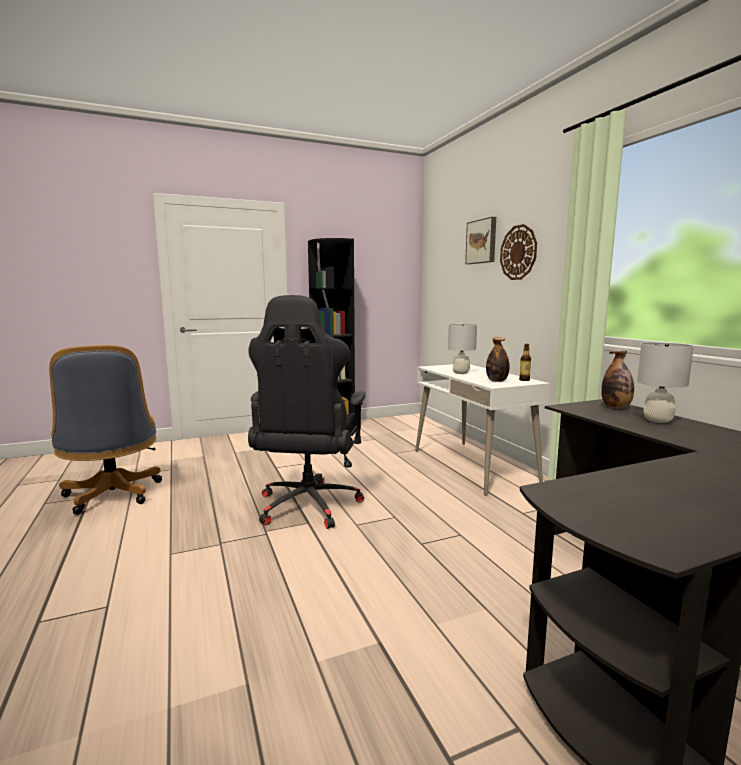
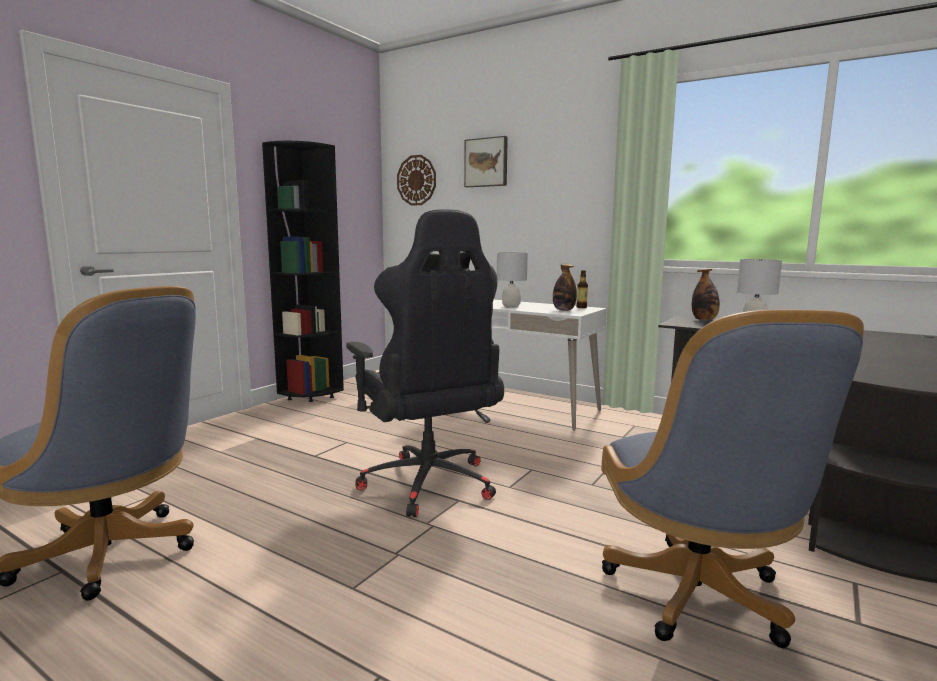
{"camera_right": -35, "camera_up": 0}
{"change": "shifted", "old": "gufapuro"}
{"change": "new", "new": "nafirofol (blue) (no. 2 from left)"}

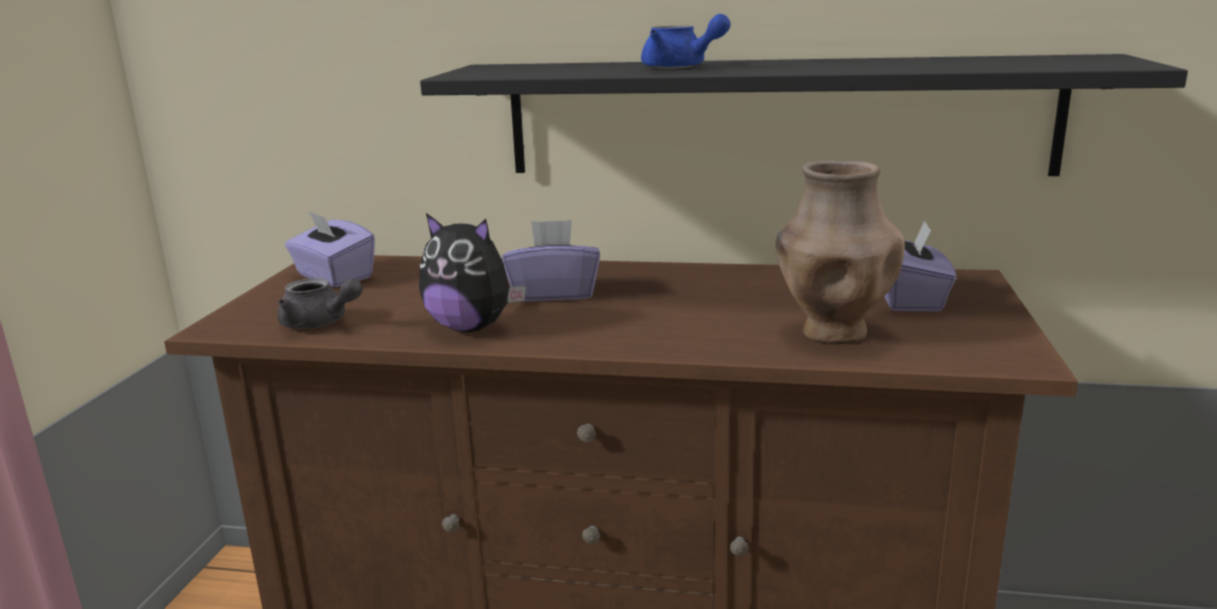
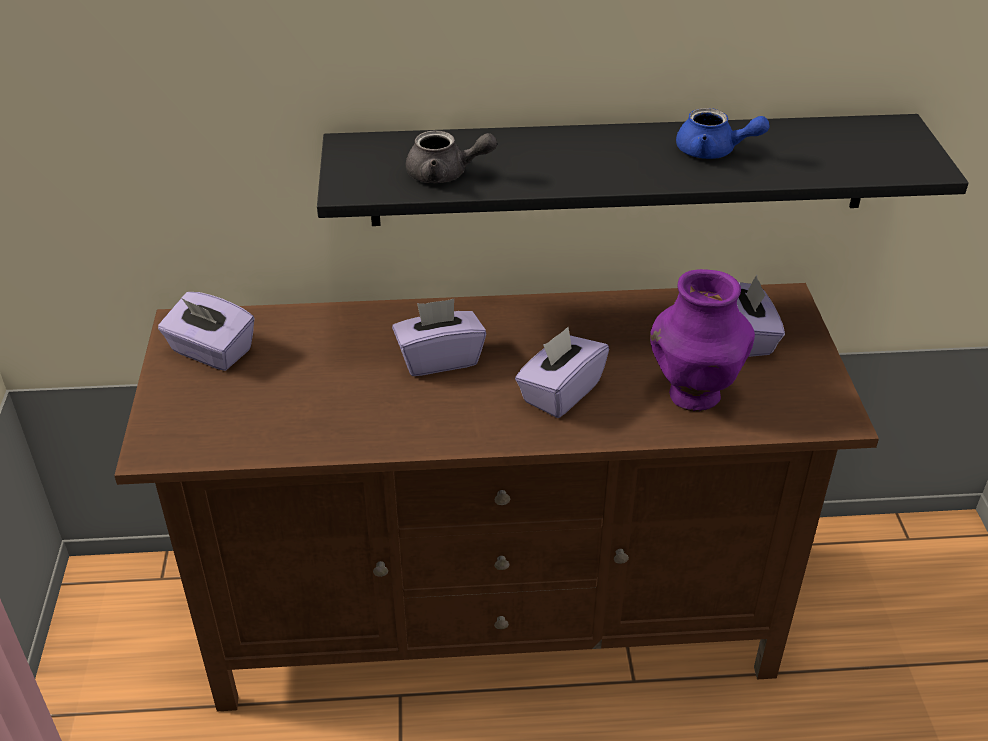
{"camera_right": -15, "camera_up": 20}
{"change": "shifted", "old": "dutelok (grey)"}
{"change": "new", "new": "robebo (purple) (no. 3 from left)"}
{"change": "repainted", "old": "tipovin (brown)", "new": "tipovin (purple)"}
{"change": "shifted", "old": "dutelok (blue)"}
{"change": "gone", "old": "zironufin"}

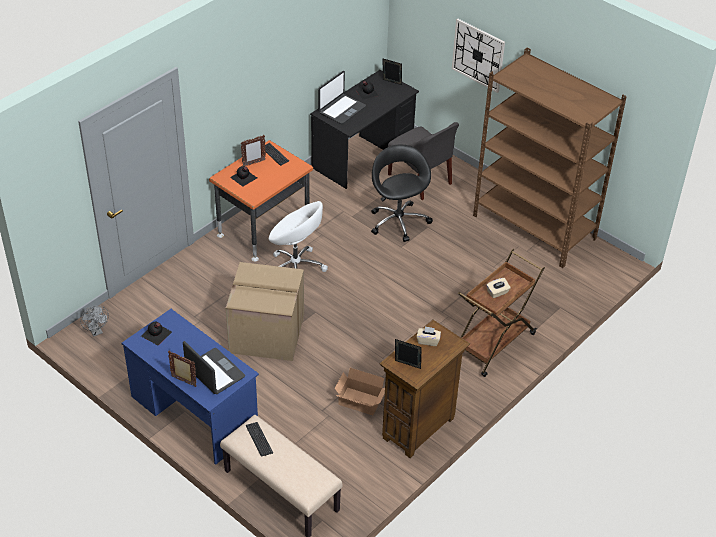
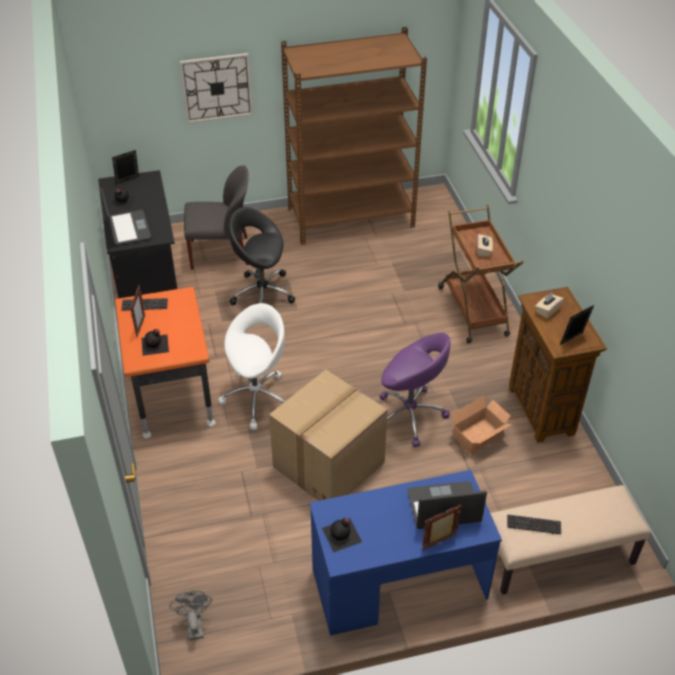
{"camera_right": -55, "camera_up": 0}
{"change": "rotated", "old": "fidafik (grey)", "degrees": -105}
{"change": "new", "new": "nafirofol (purple)"}

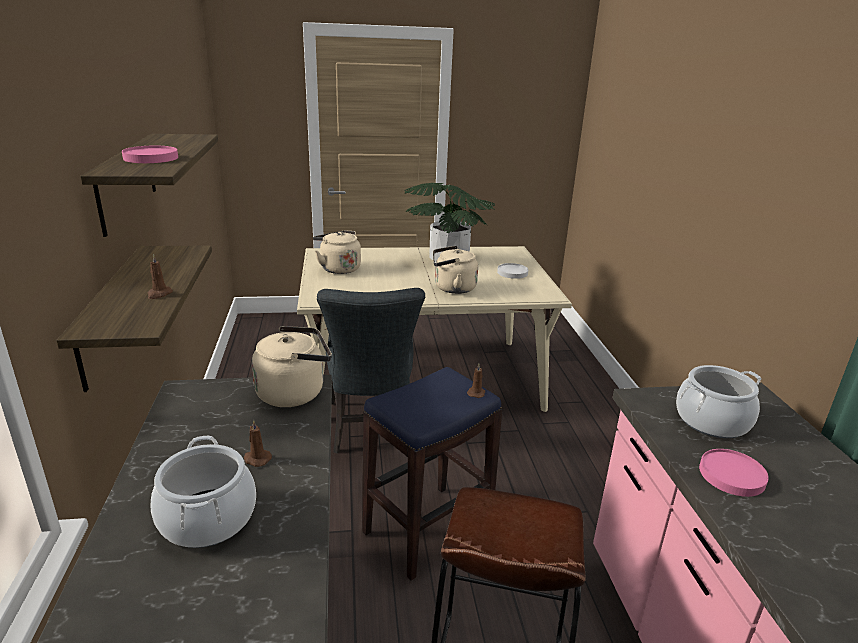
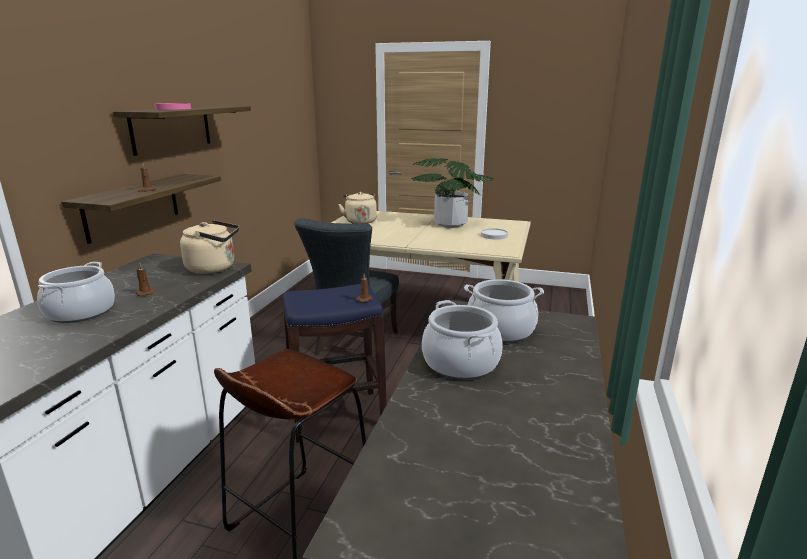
{"camera_right": 25, "camera_up": -5}
{"change": "swapped", "old": "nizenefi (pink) (no. 2 from left)", "new": "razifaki (no. 2 from left)"}
{"change": "gone", "old": "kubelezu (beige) (no. 3 from left)"}

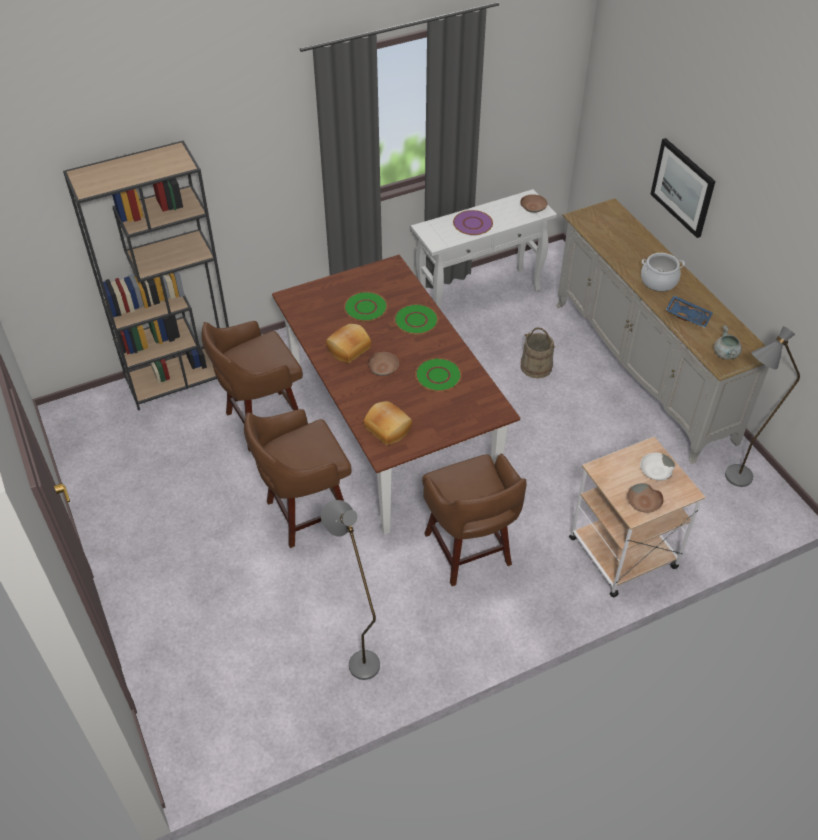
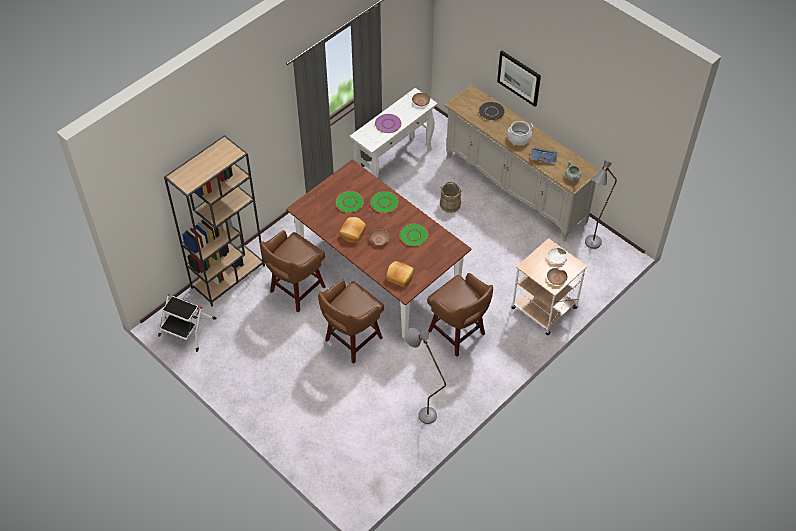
{"camera_right": -20, "camera_up": 5}
{"change": "new", "new": "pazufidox"}
{"change": "new", "new": "nizenefi (black)"}

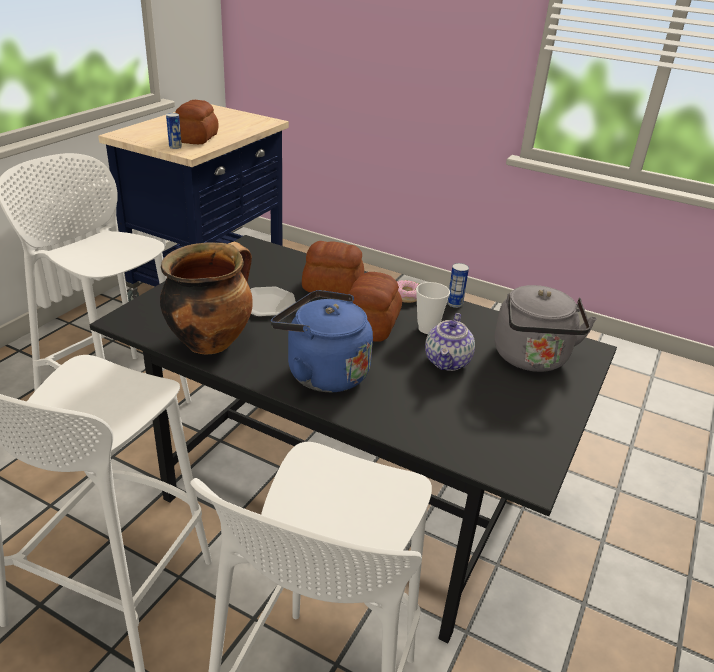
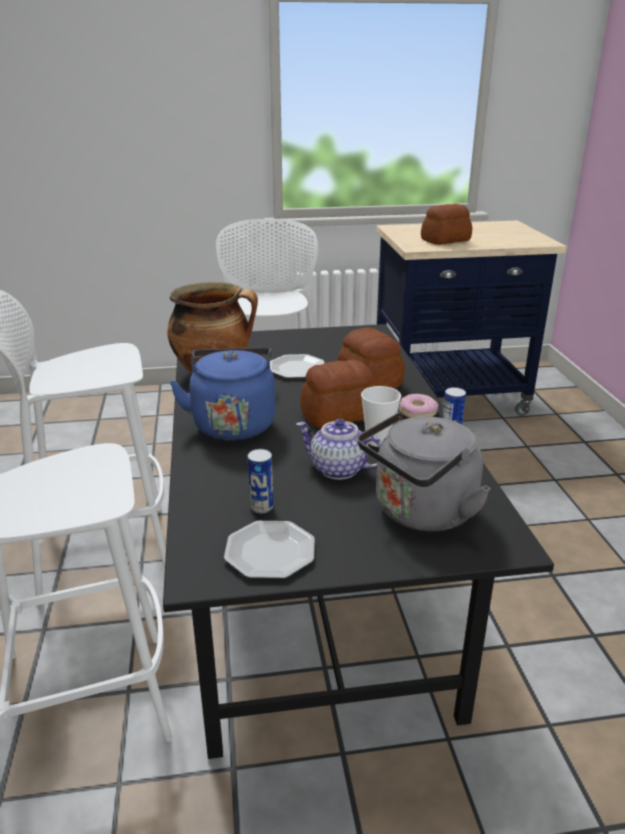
{"camera_right": 55, "camera_up": -5}
{"change": "new", "new": "nizenefi (no. 1 from left)"}
{"change": "shifted", "old": "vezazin (no. 1 from left)"}
{"change": "rotated", "old": "dutelok", "degrees": 45}

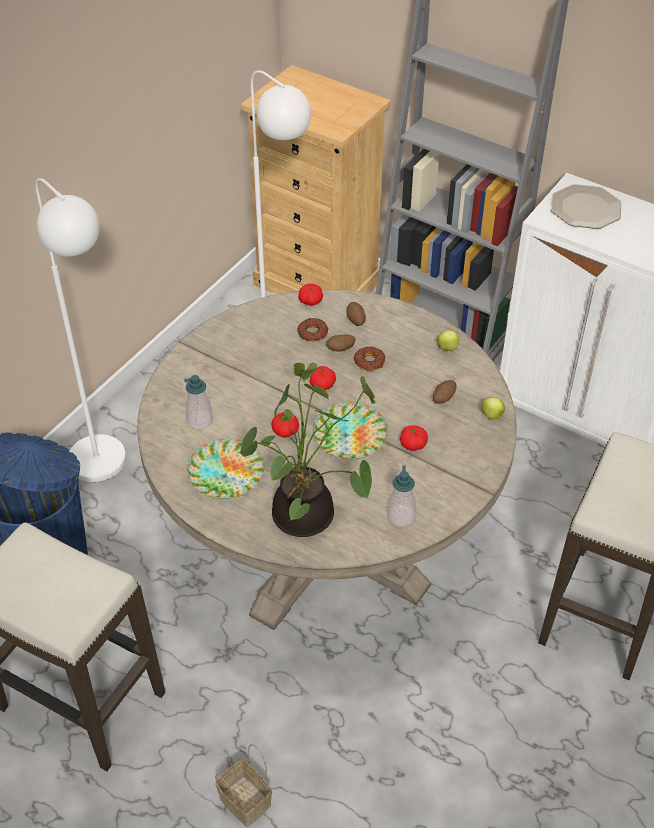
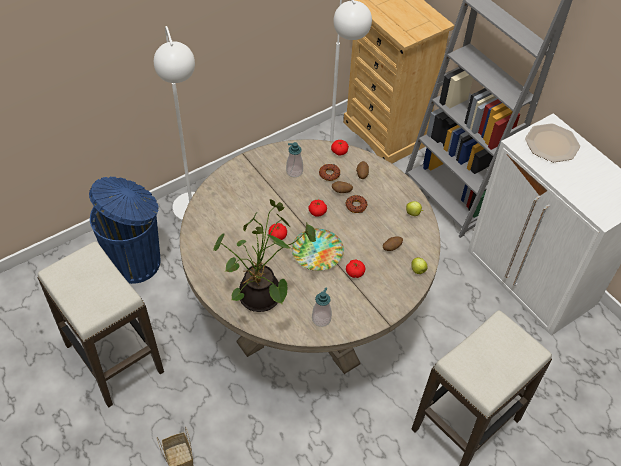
{"camera_right": 20, "camera_up": 5}
{"change": "shifted", "old": "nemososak (no. 1 from left)"}
{"change": "gone", "old": "nizenefi (no. 1 from left)"}

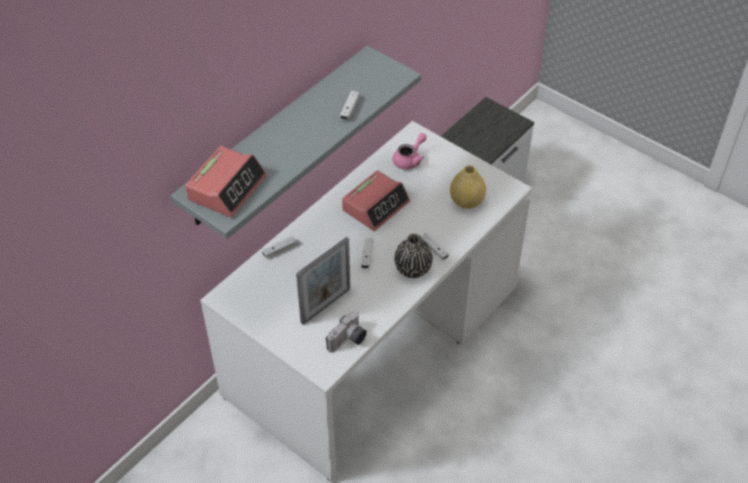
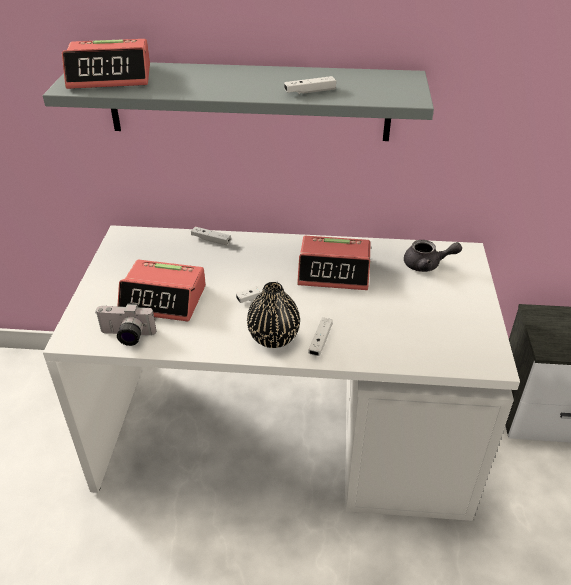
{"camera_right": 55, "camera_up": -10}
{"change": "swapped", "old": "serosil", "new": "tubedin (no. 2 from left)"}
{"change": "repainted", "old": "dutelok (pink)", "new": "dutelok (grey)"}
{"change": "gone", "old": "tipovin (yellow)"}

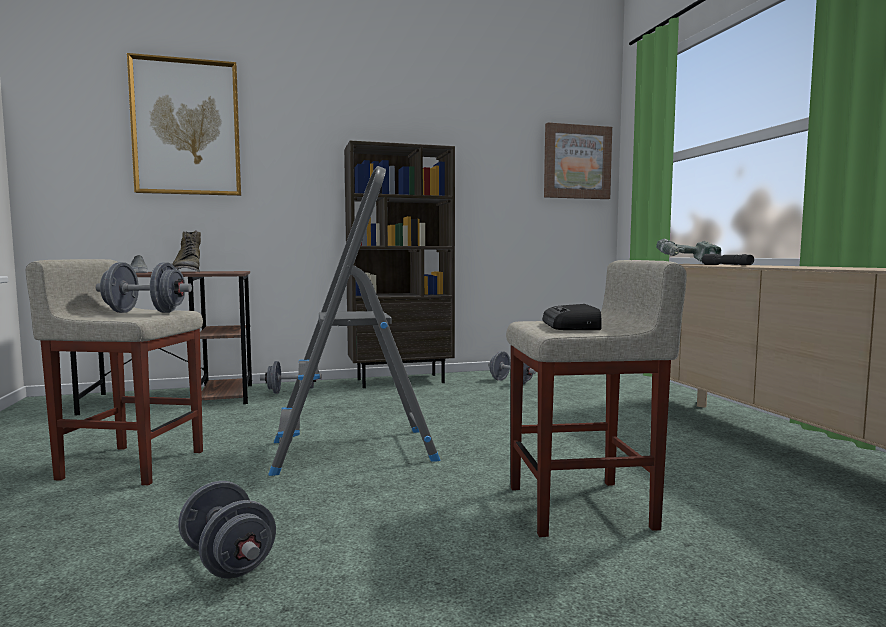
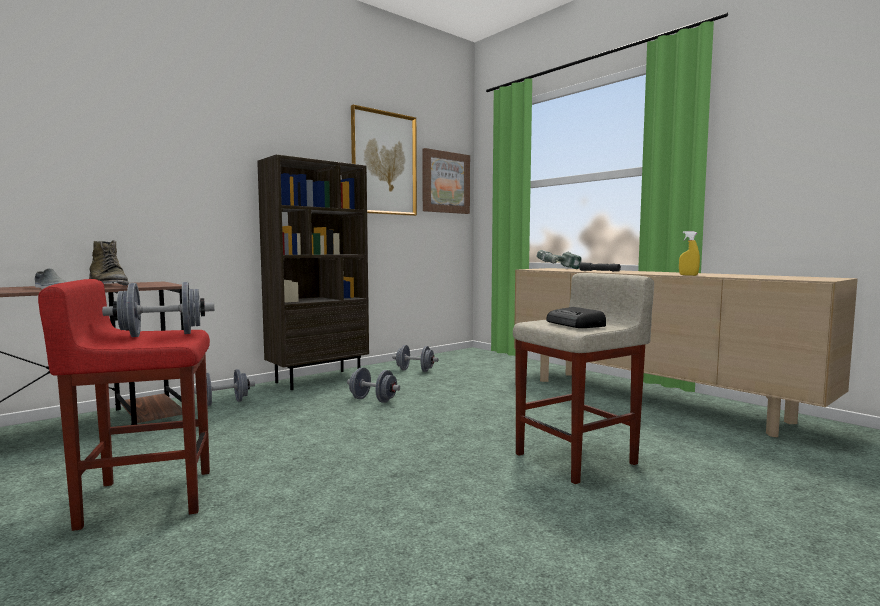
{"camera_right": -25, "camera_up": 0}
{"change": "repainted", "old": "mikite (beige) (no. 1 from left)", "new": "mikite (red)"}
{"change": "shifted", "old": "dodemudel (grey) (no. 2 from left in the first image)", "new": "dodemudel (grey) (no. 3 from left)"}
{"change": "shifted", "old": "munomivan (no. 1 from left)"}
{"change": "new", "new": "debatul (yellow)"}
{"change": "gone", "old": "pazufidox (grey)"}

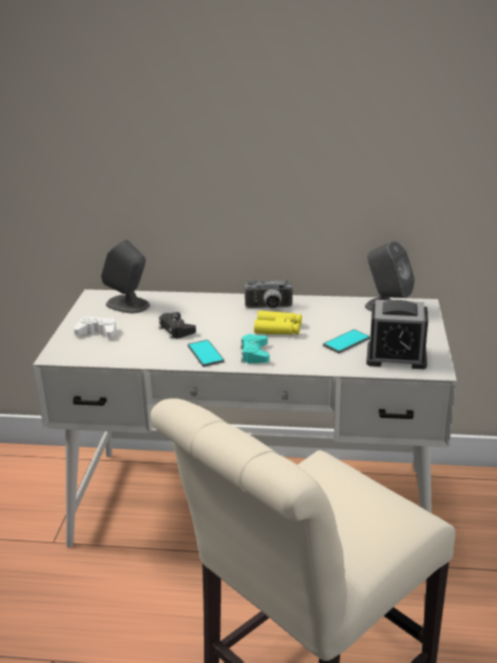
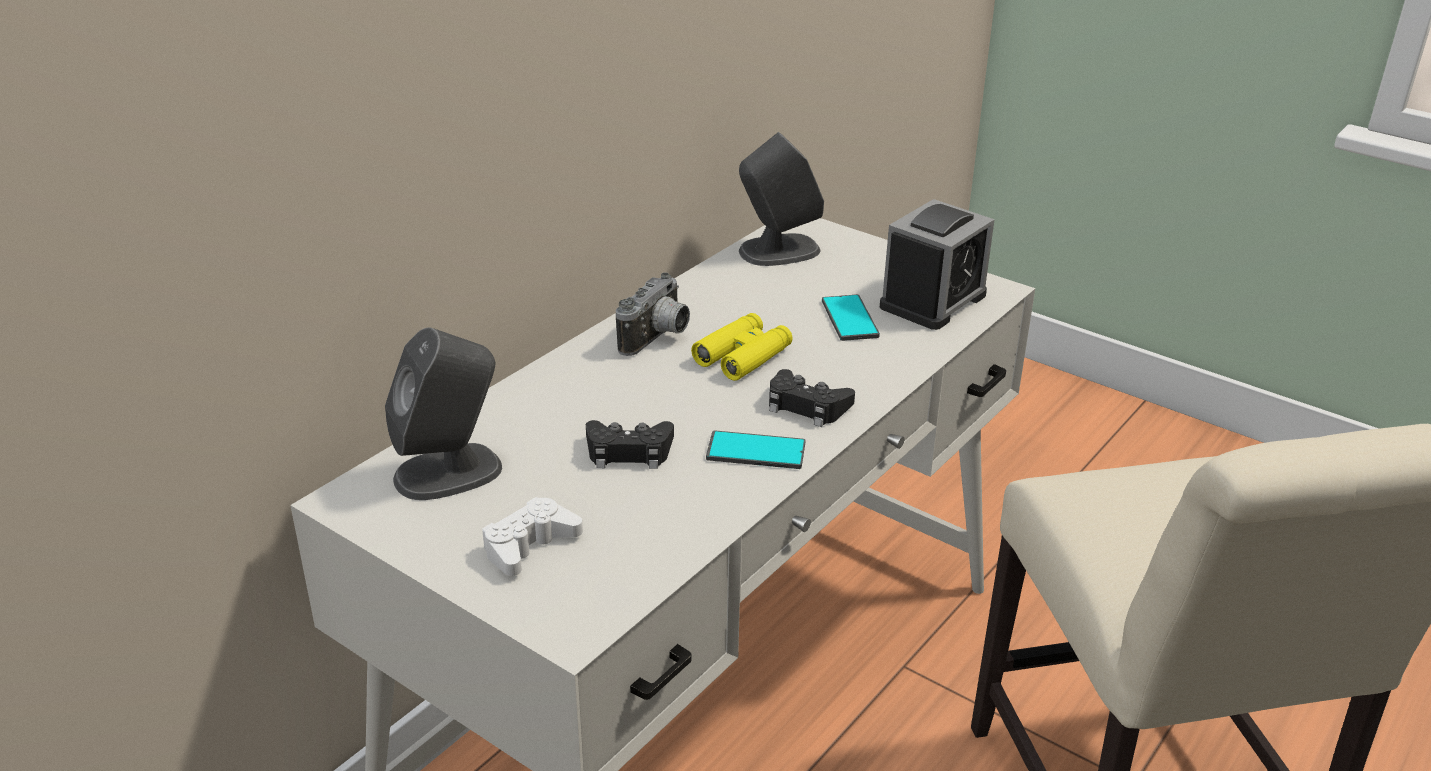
{"camera_right": -60, "camera_up": 5}
{"change": "repainted", "old": "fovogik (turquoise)", "new": "fovogik (black) (no. 2 from left)"}

